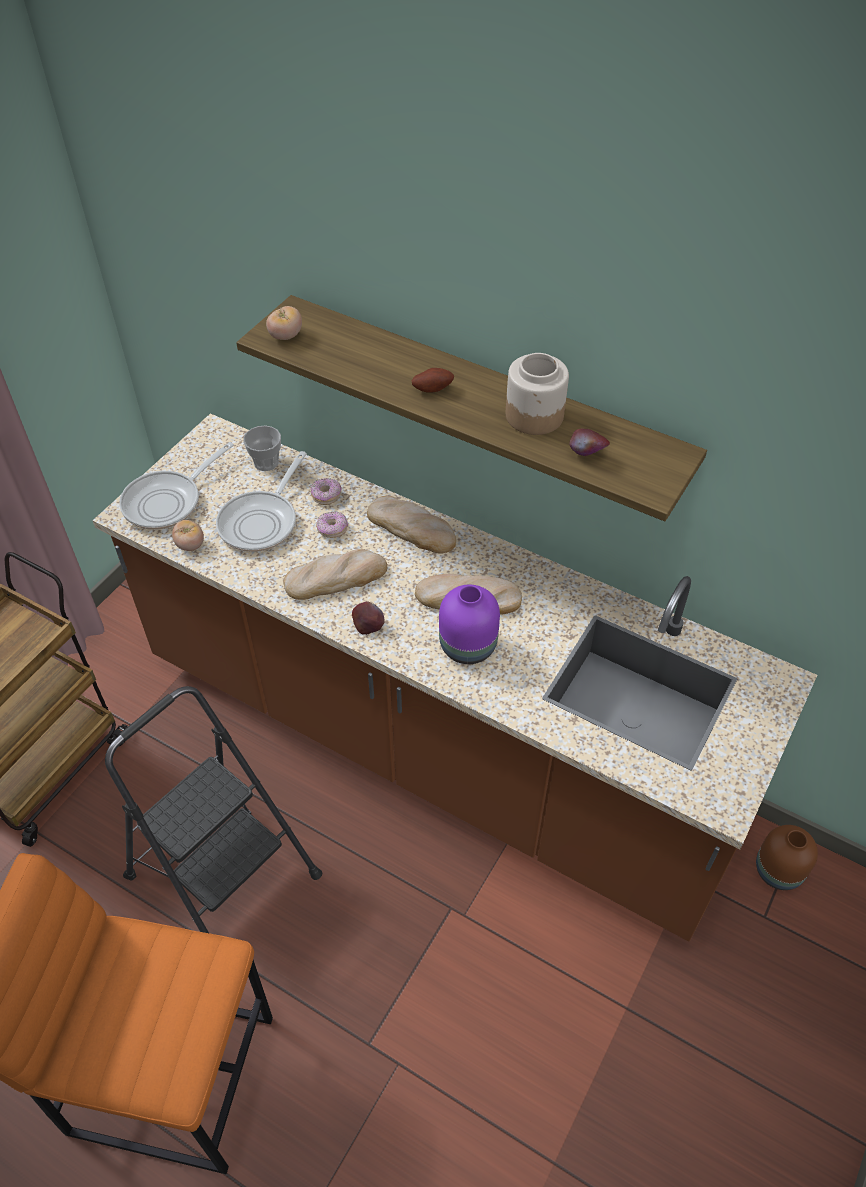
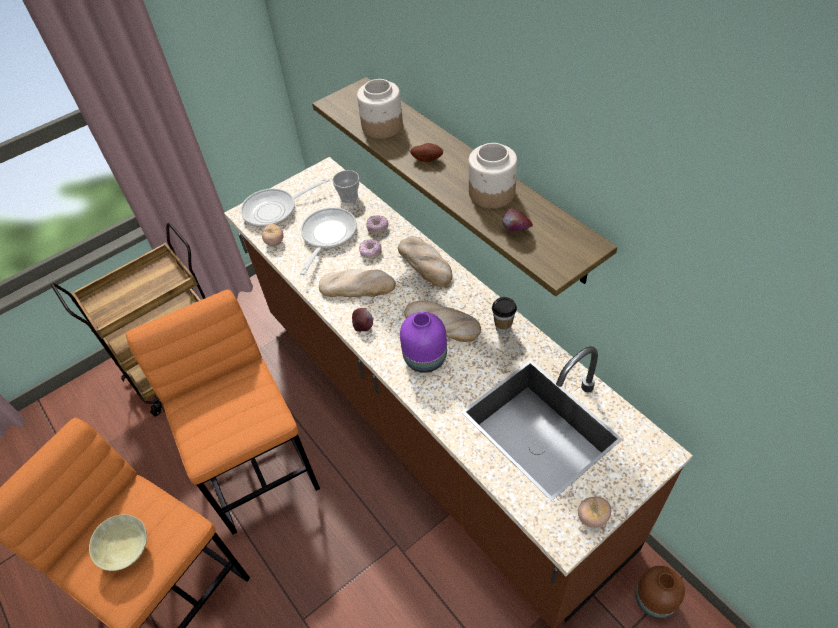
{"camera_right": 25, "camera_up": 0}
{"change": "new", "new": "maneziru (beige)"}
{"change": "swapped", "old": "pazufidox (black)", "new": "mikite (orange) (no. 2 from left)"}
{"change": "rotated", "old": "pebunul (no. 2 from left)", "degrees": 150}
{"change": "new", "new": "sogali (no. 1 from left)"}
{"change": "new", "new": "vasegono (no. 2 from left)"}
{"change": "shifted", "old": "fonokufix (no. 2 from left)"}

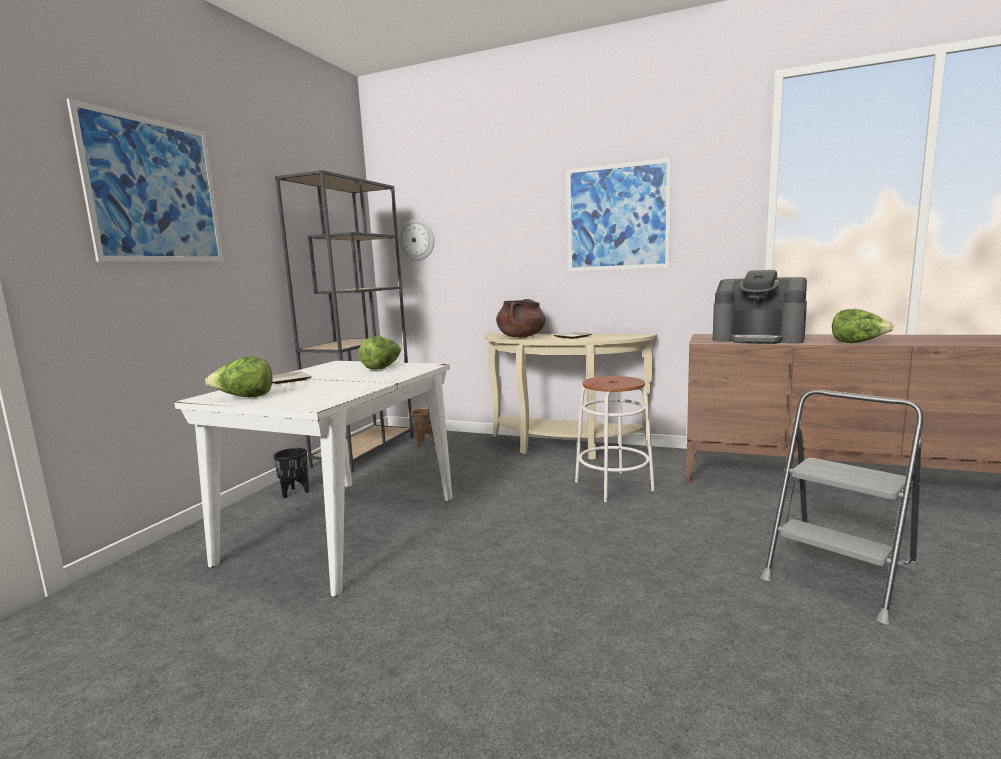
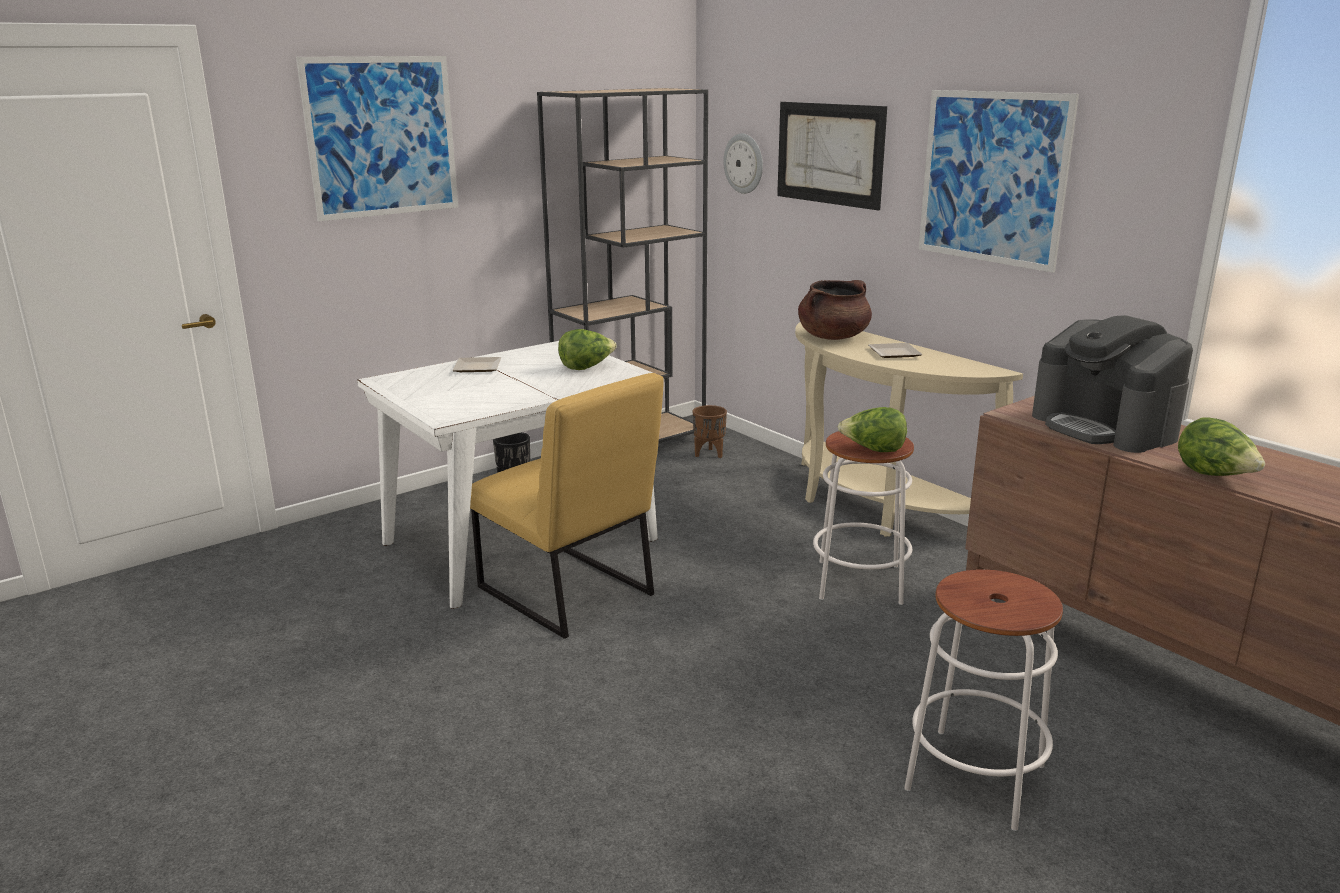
{"camera_right": 30, "camera_up": 10}
{"change": "new", "new": "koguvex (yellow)"}
{"change": "new", "new": "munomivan (no. 2 from left)"}
{"change": "shifted", "old": "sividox (no. 1 from left in the first image)", "new": "sividox (no. 2 from left)"}
{"change": "swapped", "old": "pazufidox (grey)", "new": "mikite (white) (no. 2 from left)"}

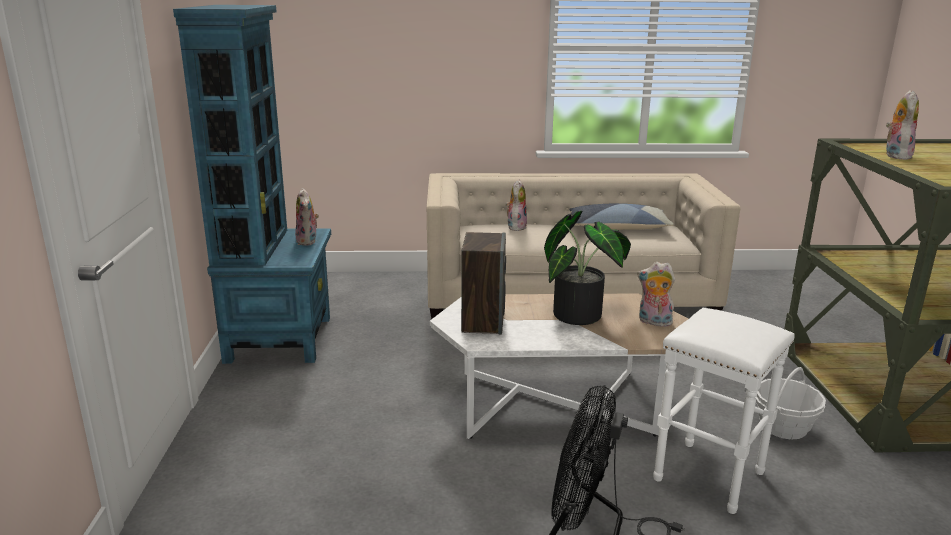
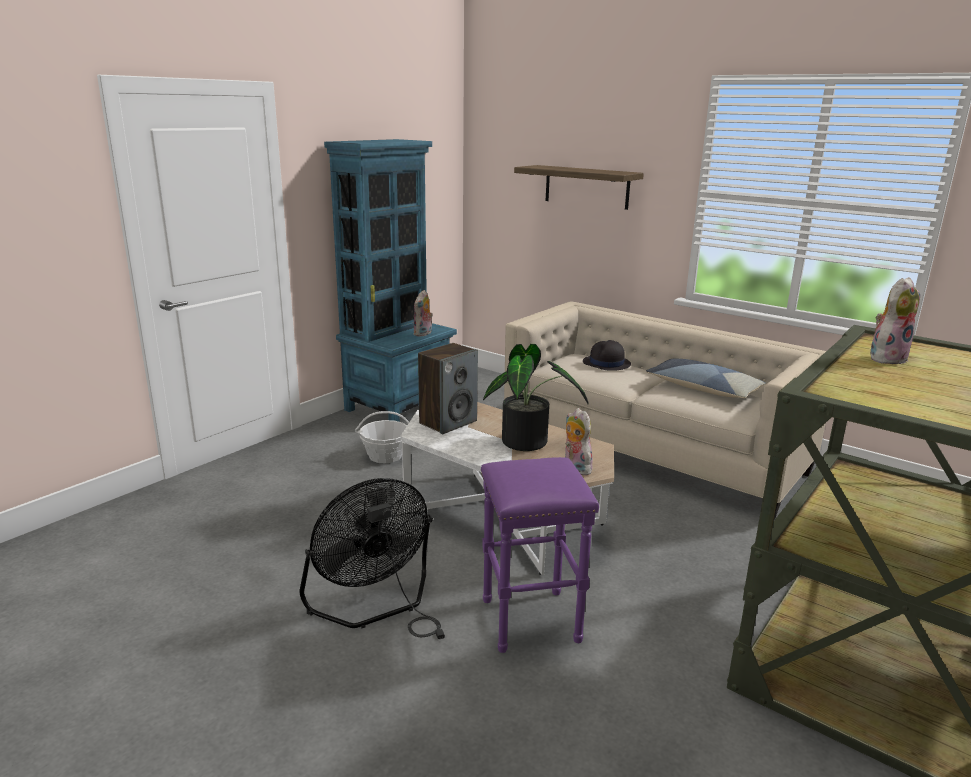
{"camera_right": 40, "camera_up": 0}
{"change": "shifted", "old": "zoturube"}
{"change": "repainted", "old": "mikite (white)", "new": "mikite (purple)"}
{"change": "new", "new": "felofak"}
{"change": "swapped", "old": "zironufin (no. 2 from left)", "new": "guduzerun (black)"}

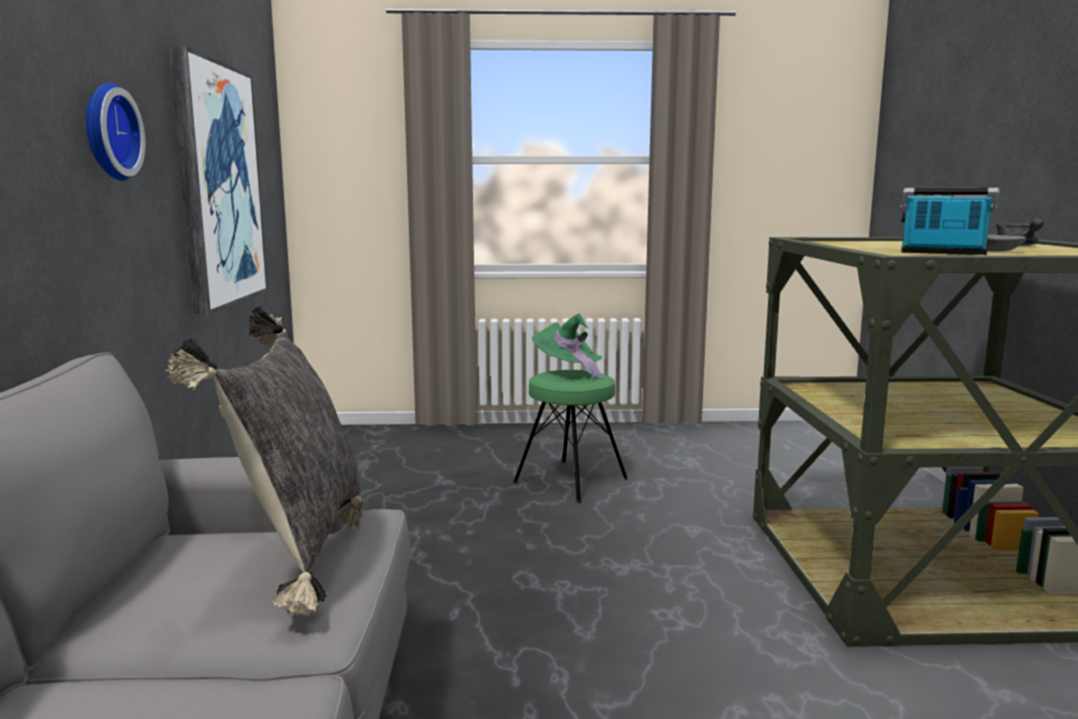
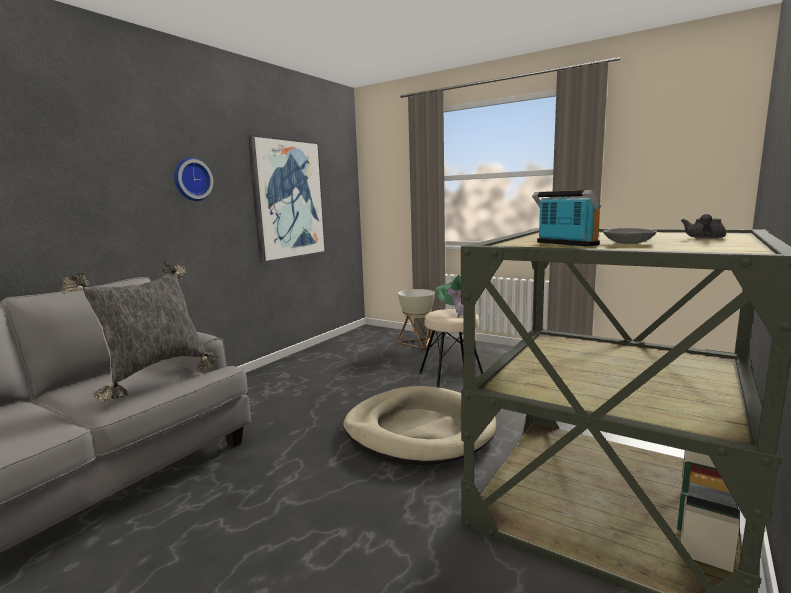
{"camera_right": 35, "camera_up": 0}
{"change": "new", "new": "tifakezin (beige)"}
{"change": "new", "new": "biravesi"}
{"change": "repainted", "old": "mikite (green)", "new": "mikite (beige)"}

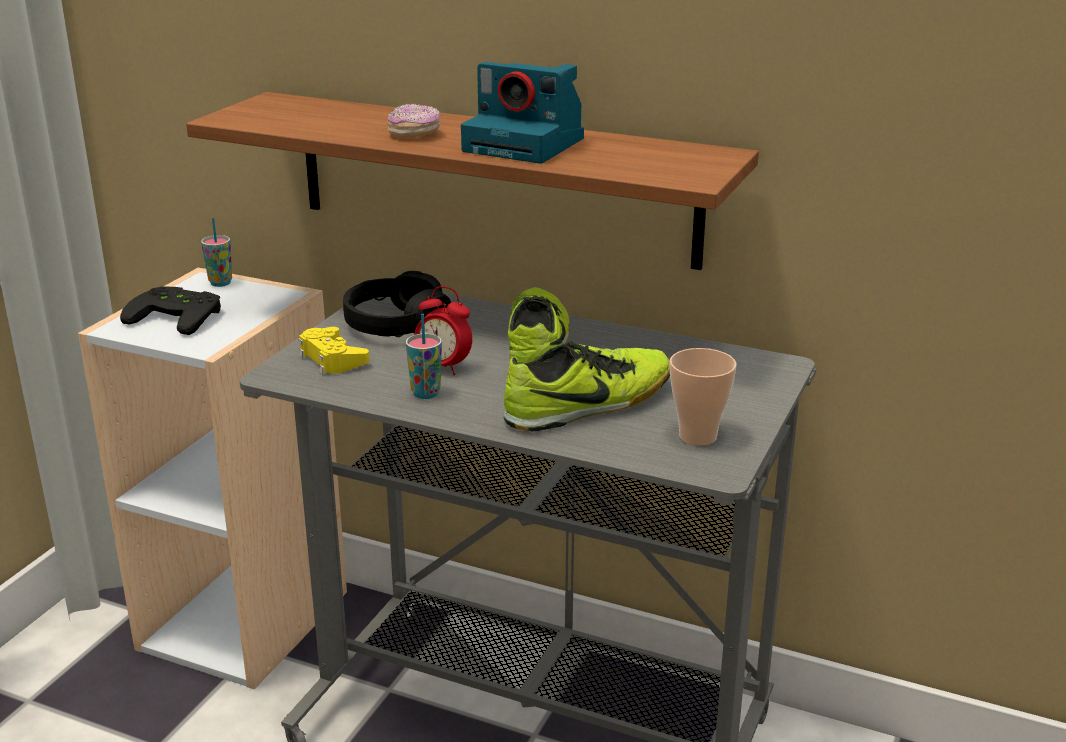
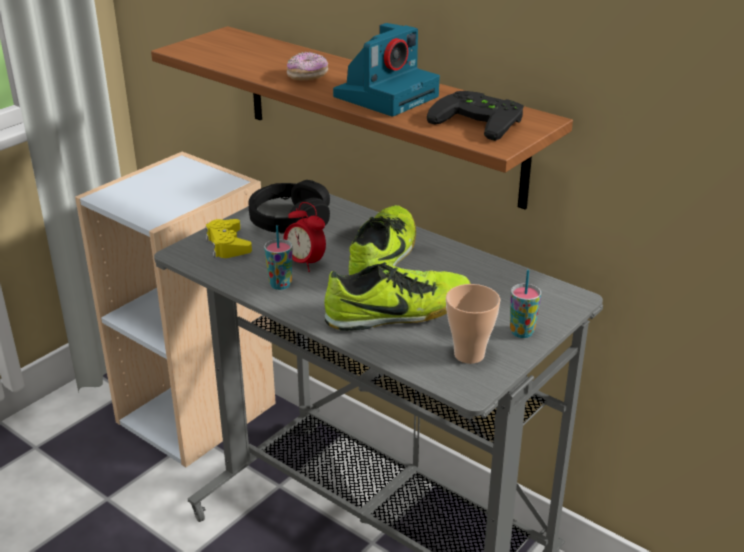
{"camera_right": 15, "camera_up": 5}
{"change": "rotated", "old": "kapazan", "degrees": -90}
{"change": "shifted", "old": "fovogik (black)"}
{"change": "shifted", "old": "vasegono (no. 1 from left in the first image)", "new": "vasegono (no. 3 from left)"}

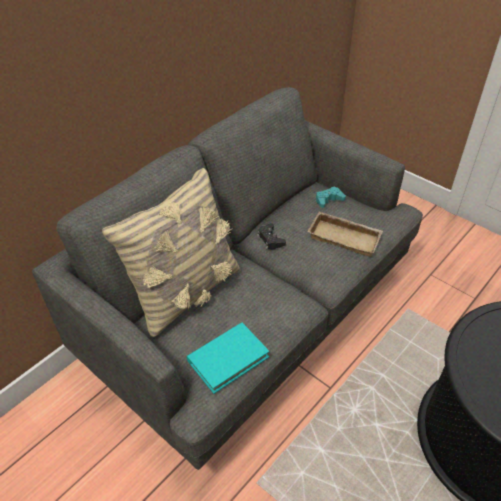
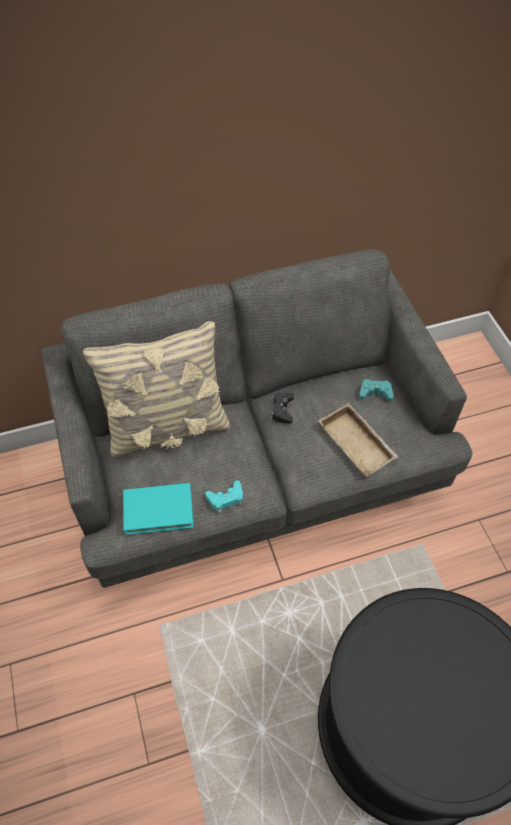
{"camera_right": 30, "camera_up": 10}
{"change": "new", "new": "fovogik (turquoise) (no. 1 from left)"}

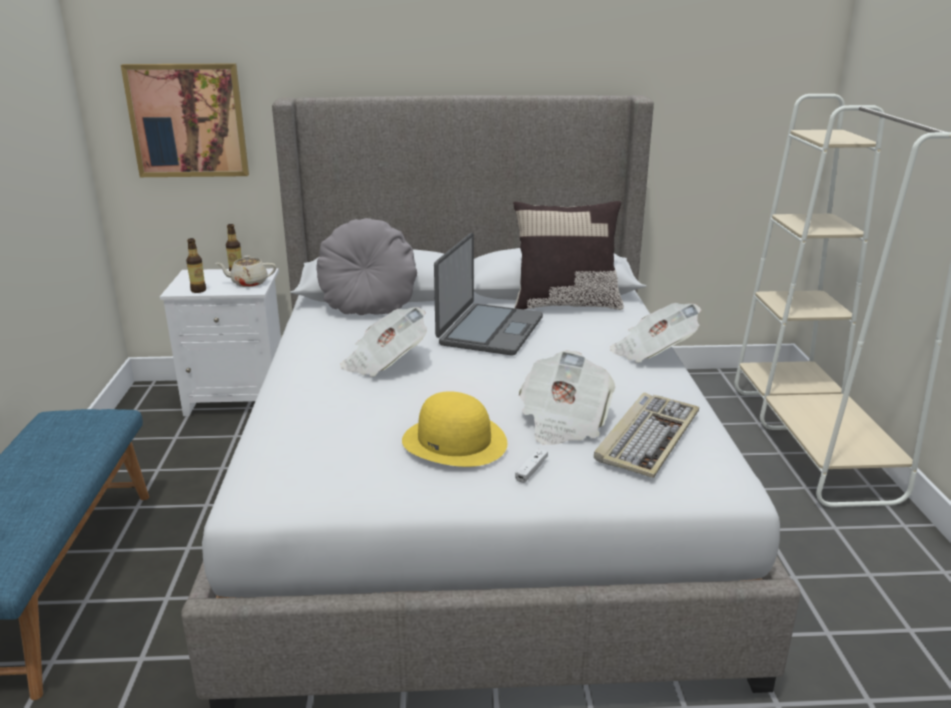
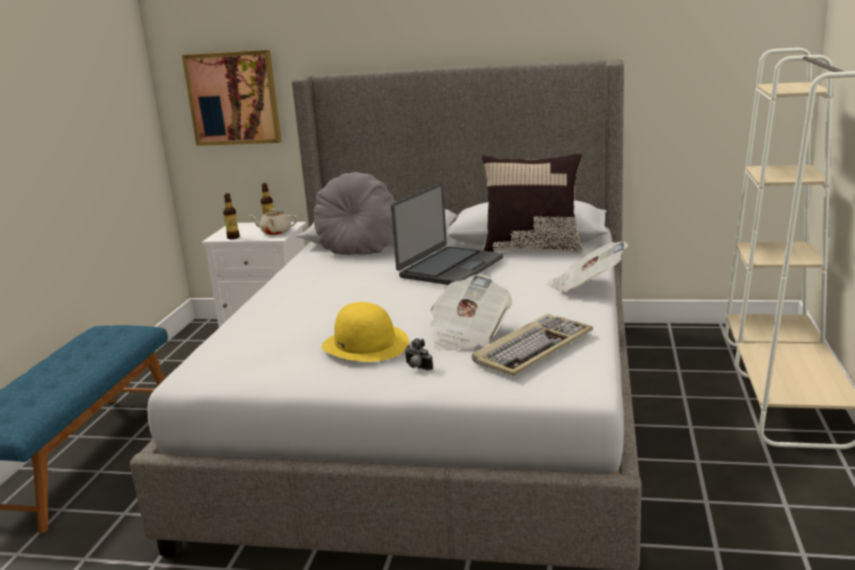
{"camera_right": 15, "camera_up": -5}
{"change": "swapped", "old": "fovogik (white)", "new": "kapazan"}
{"change": "gone", "old": "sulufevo (no. 1 from left)"}

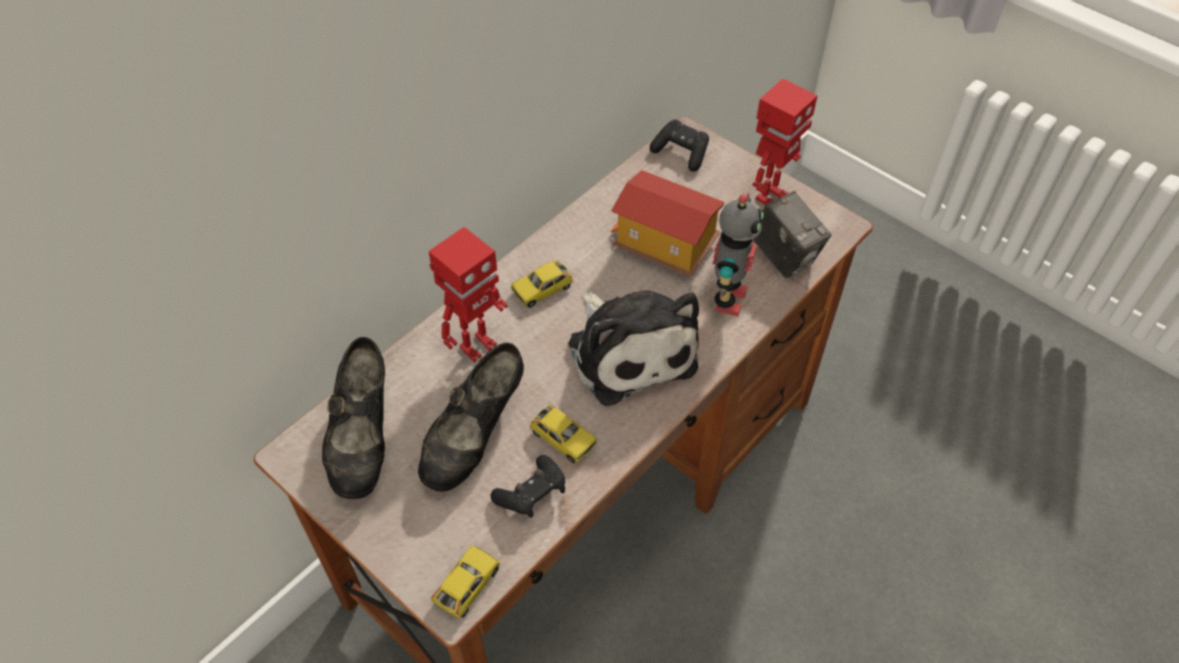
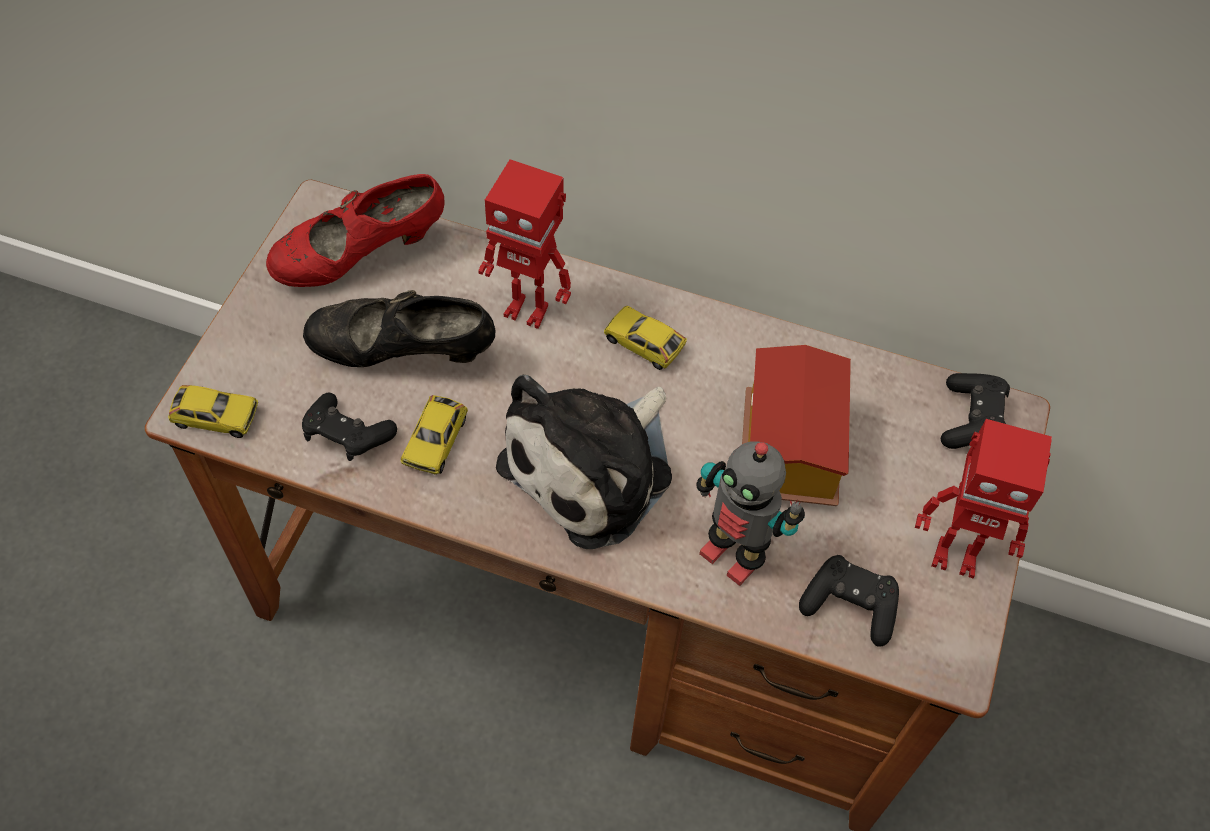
{"camera_right": 65, "camera_up": 5}
{"change": "repainted", "old": "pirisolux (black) (no. 1 from left)", "new": "pirisolux (red)"}
{"change": "rotated", "old": "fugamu (no. 2 from left)", "degrees": 45}
{"change": "swapped", "old": "kapazan", "new": "fovogik (black) (no. 2 from left)"}

